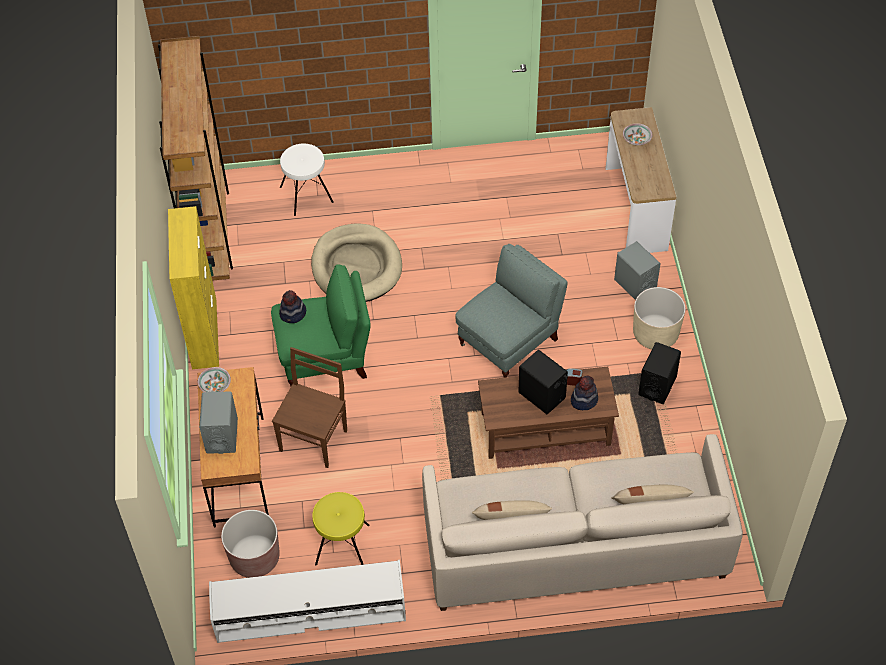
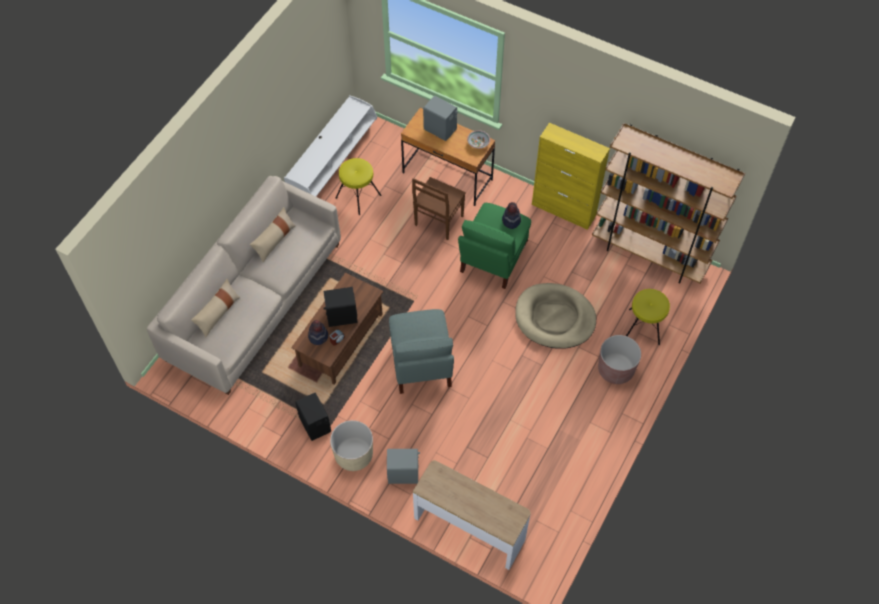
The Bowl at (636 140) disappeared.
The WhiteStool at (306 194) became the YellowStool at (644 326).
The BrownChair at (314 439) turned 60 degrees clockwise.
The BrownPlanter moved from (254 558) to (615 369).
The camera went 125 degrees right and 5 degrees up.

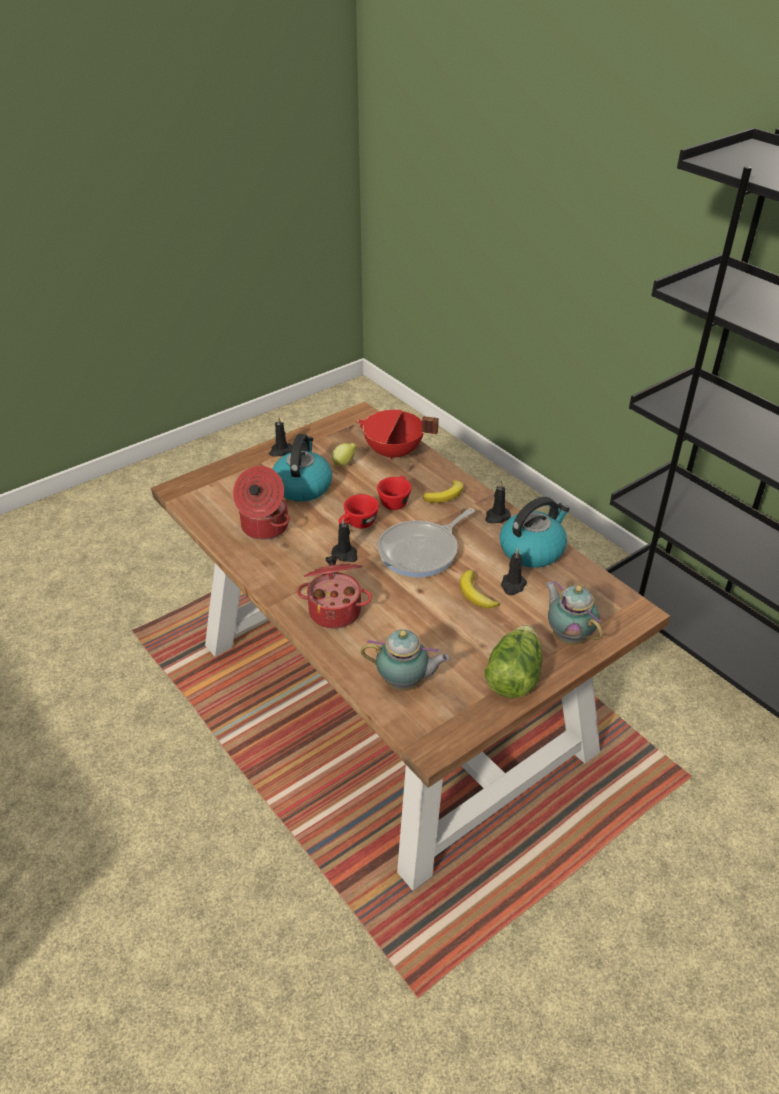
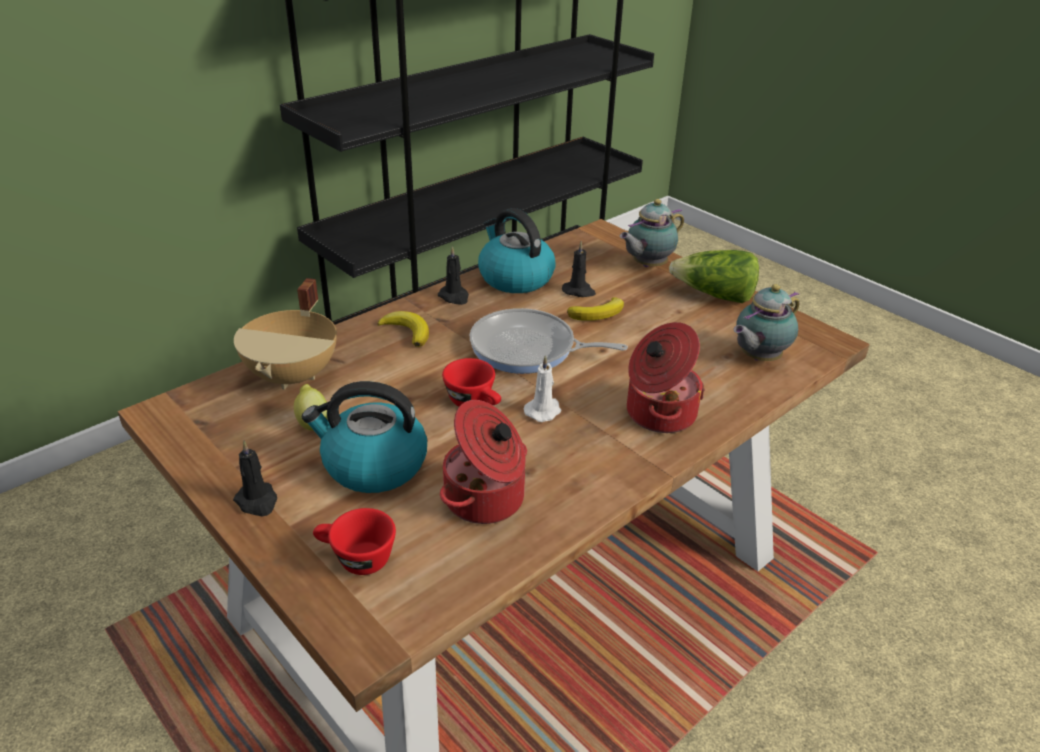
The RedCookingPot at (393 453) became the BeigeCookingPot at (294 376).
The RedCup moved from (395 501) to (355 559).
The FryingPan at (422 551) turned 150 degrees clockwise.
The BlackCandle at (345 554) became the WhiteCandle at (543 410).
The Teapot at (405 684) turned 135 degrees counterclockwise.
The camera went 95 degrees left and 5 degrees down.

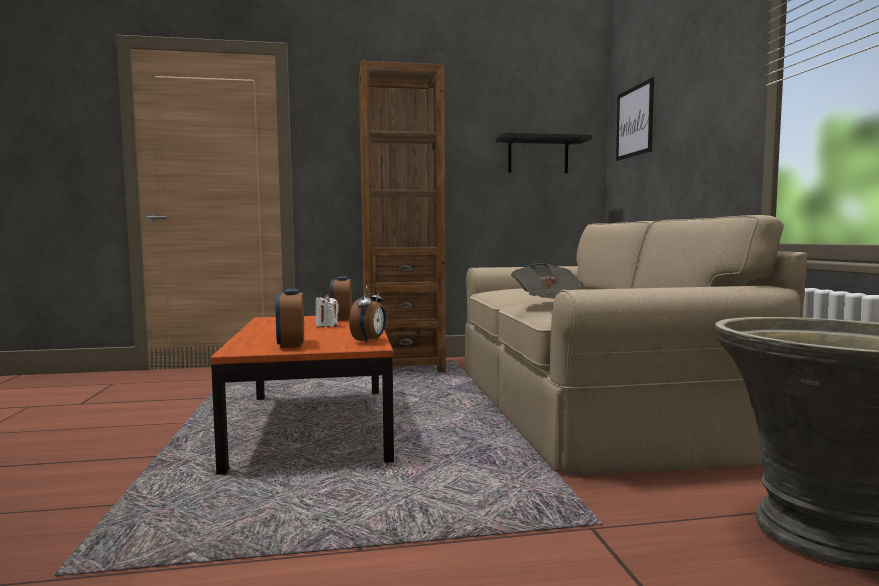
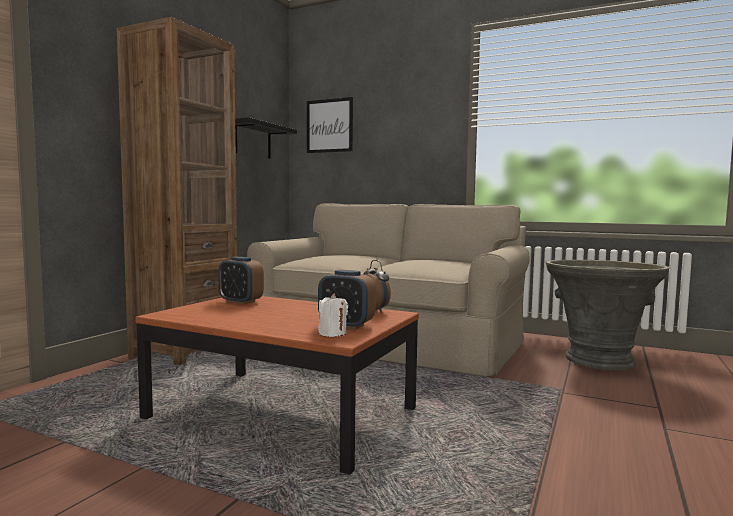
The Newspaper at (548 303) disappeared.
The WhiteCandle moved from (327 325) to (332 334).
The camera went 55 degrees left and 0 degrees up.

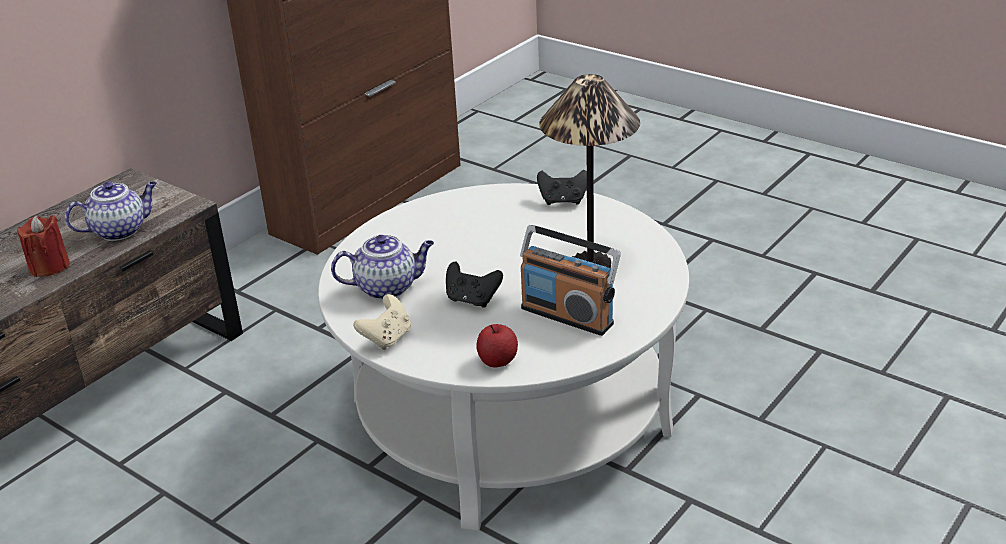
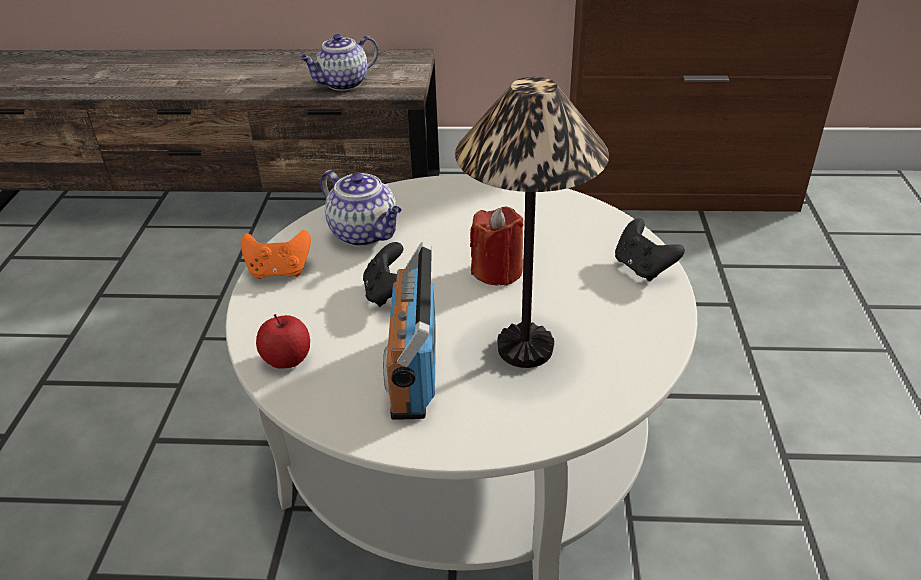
The Teapot at (120 230) turned 120 degrees clockwise.
The RedCandle moved from (49 267) to (497 271).
The BeigeGameController at (387 338) became the OrangeGameController at (279 272).
The camera went 55 degrees right and 5 degrees up.

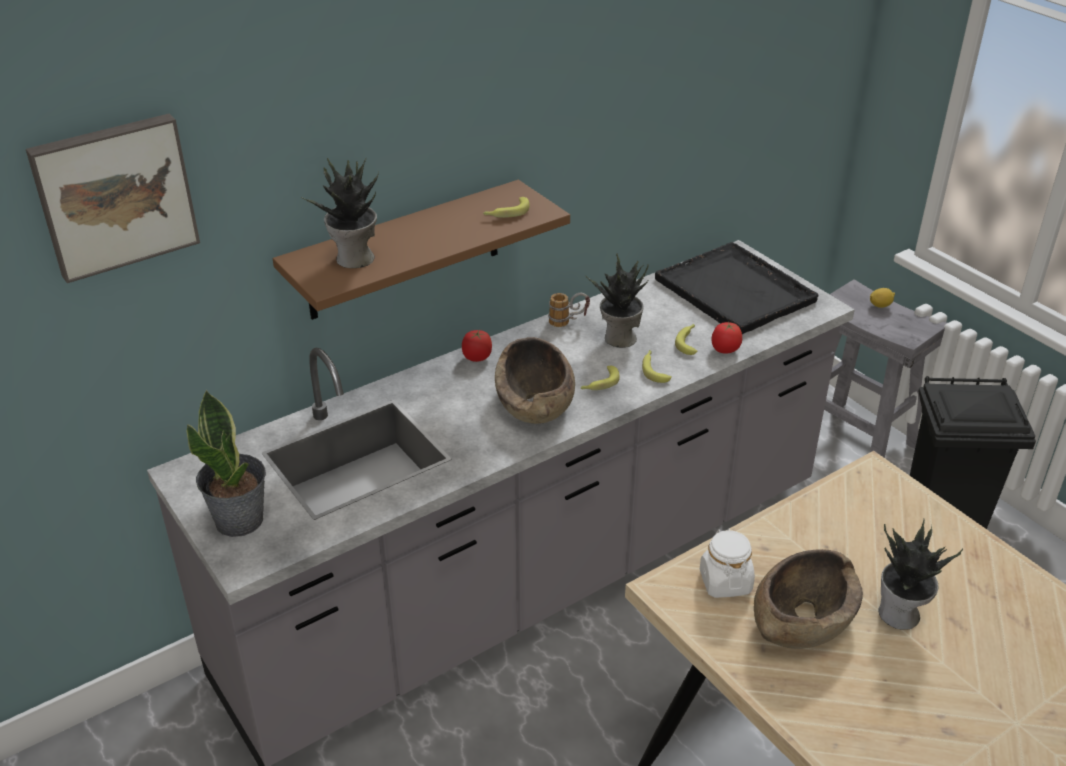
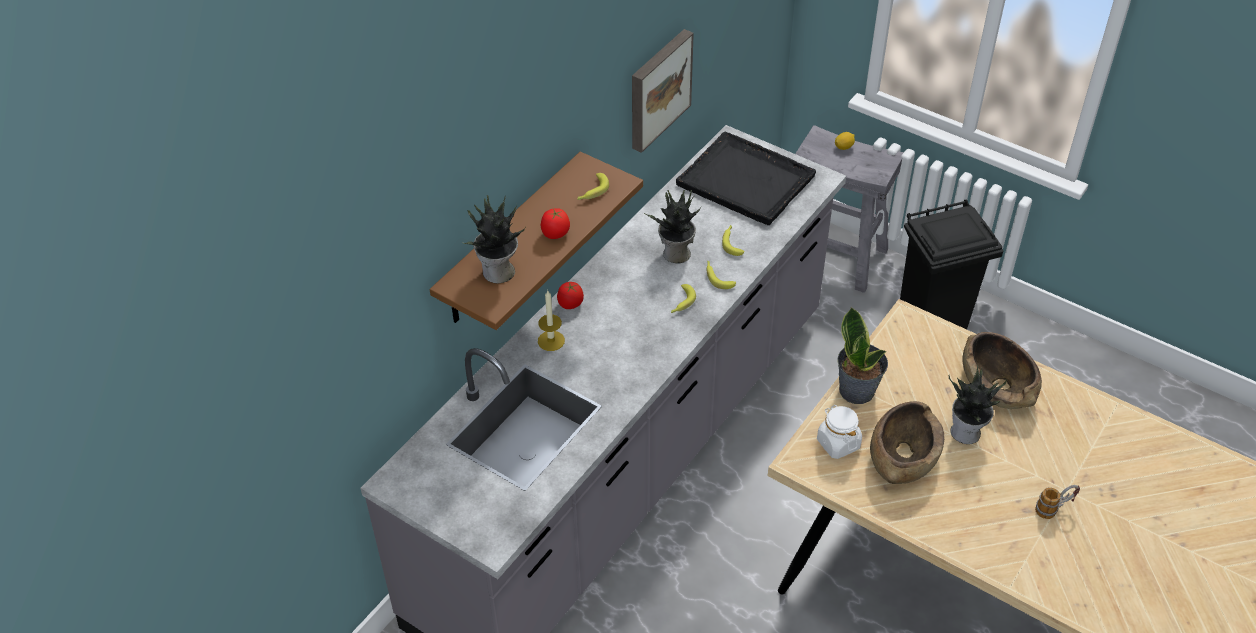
The Picture moved from (115 195) to (657 89).
The Mug moved from (568 322) to (1054 509).
The Tomato moved from (725 349) to (555 234).
The BrownBowl moved from (535 403) to (997 385).
The PottedPlant moved from (240 520) to (857 390).
The Candle at (551 341) appeared.
The camera went 20 degrees left and 10 degrees up.

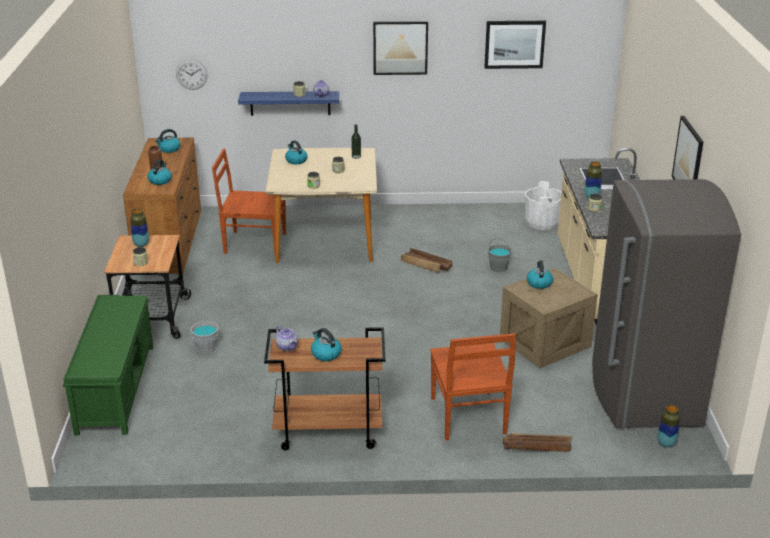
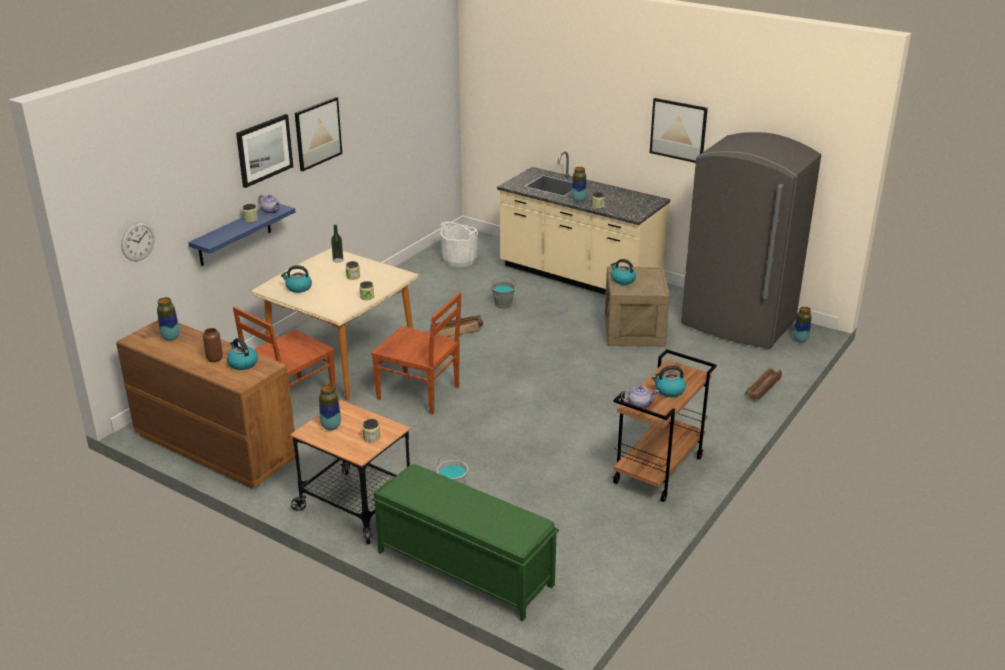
The Picture moved from (514 44) to (264 150).
The Kettle at (169 149) was replaced by the Vase at (170 338).
The BrownChair moved from (468 417) to (420 393).
The camera went 55 degrees left and 0 degrees up.

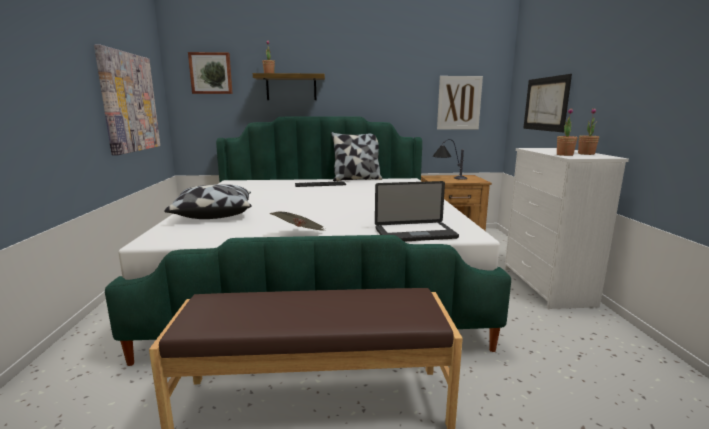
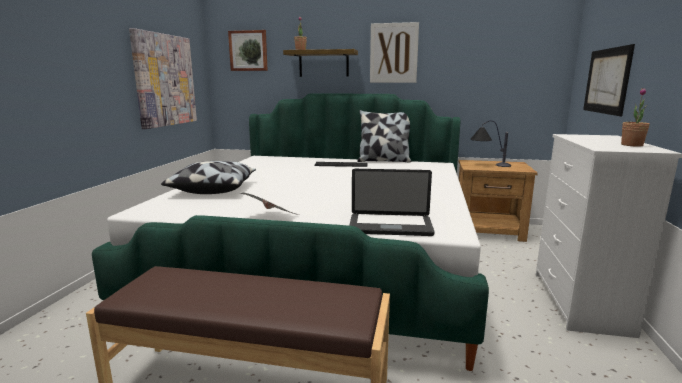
The Picture moved from (459 103) to (393 53).
The PottedPlant at (564 155) disappeared.
The camera went 15 degrees right and 0 degrees up.

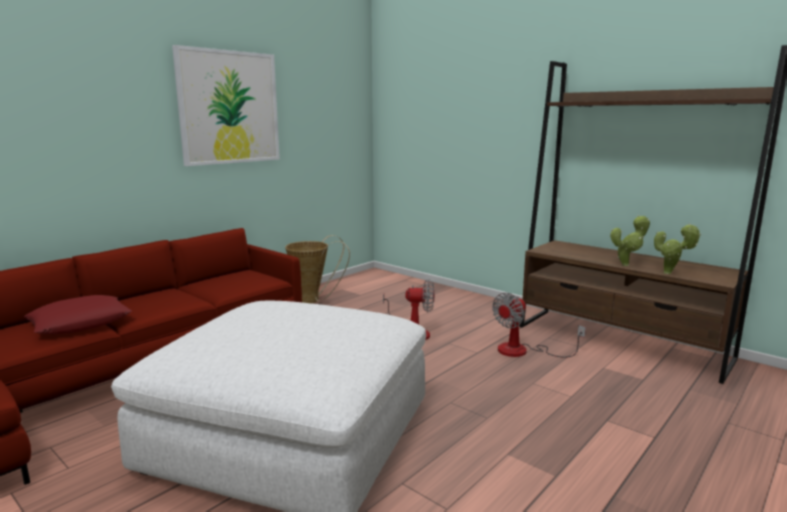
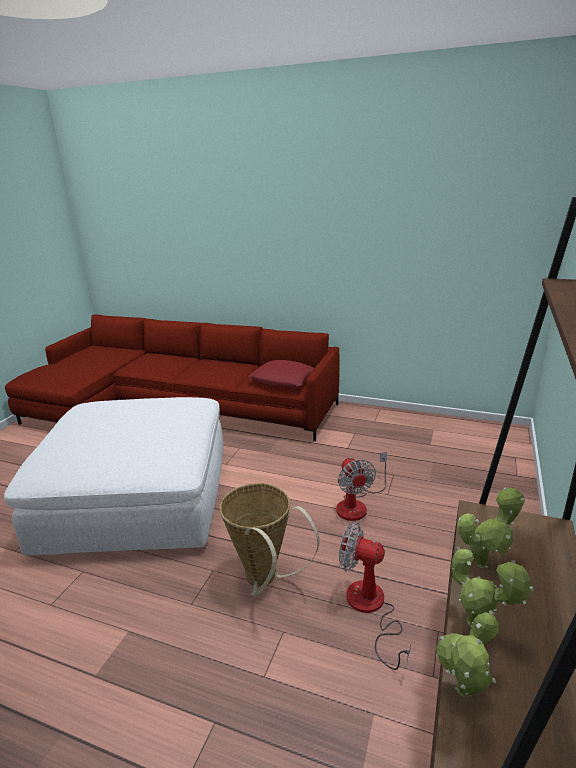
The Picture at (229 107) disappeared.
The Basket moved from (314 300) to (265 581).
The RedPillow moved from (80 323) to (284 379).
The PottedPlant at (484 562) appeared.
The camera went 70 degrees right and 10 degrees up.

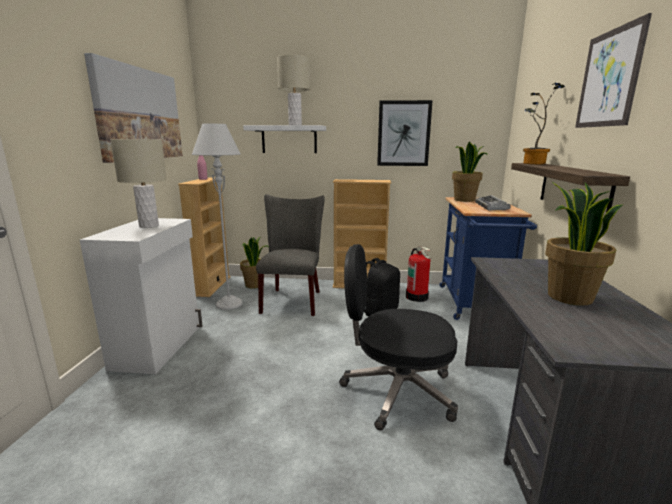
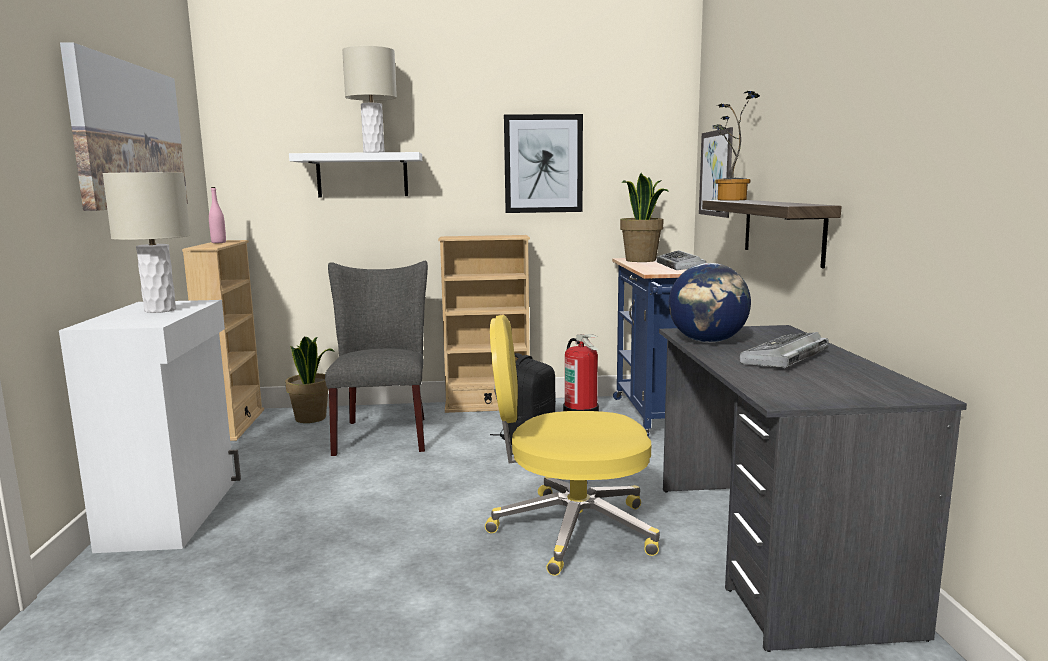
The Picture moved from (609 79) to (715 173).
The GreyFloorLamp at (229 304) disappeared.
The PottedPlant at (568 297) was replaced by the Keyboard at (784 358).
The BlackOfficeChair at (396 391) became the YellowOfficeChair at (570 530).
The Globe at (708 341) appeared.
The camera went 10 degrees left and 5 degrees down.

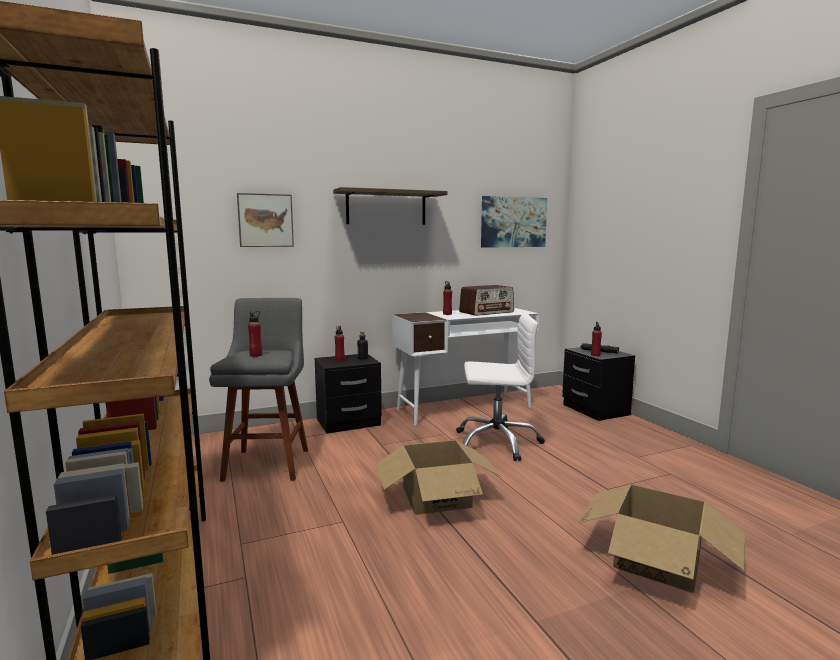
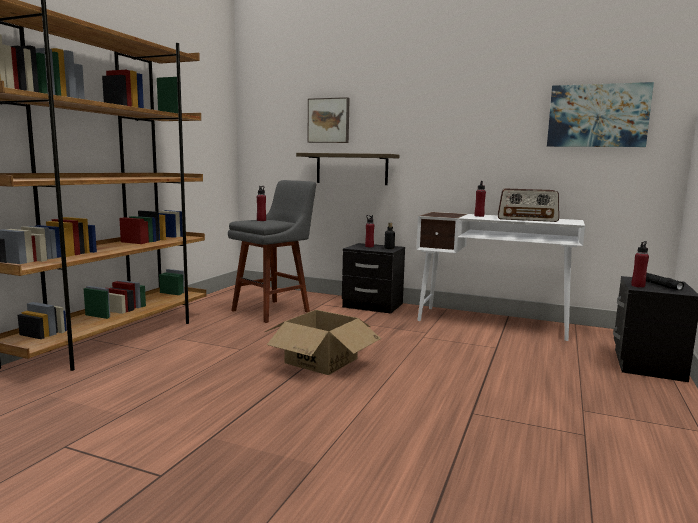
The Shelf moved from (386 208) to (351 169).
The WhiteOfficeChair at (497 442) disappeared.
The CardboardBox at (657 560) disappeared.
The camera went 45 degrees right and 0 degrees up.

